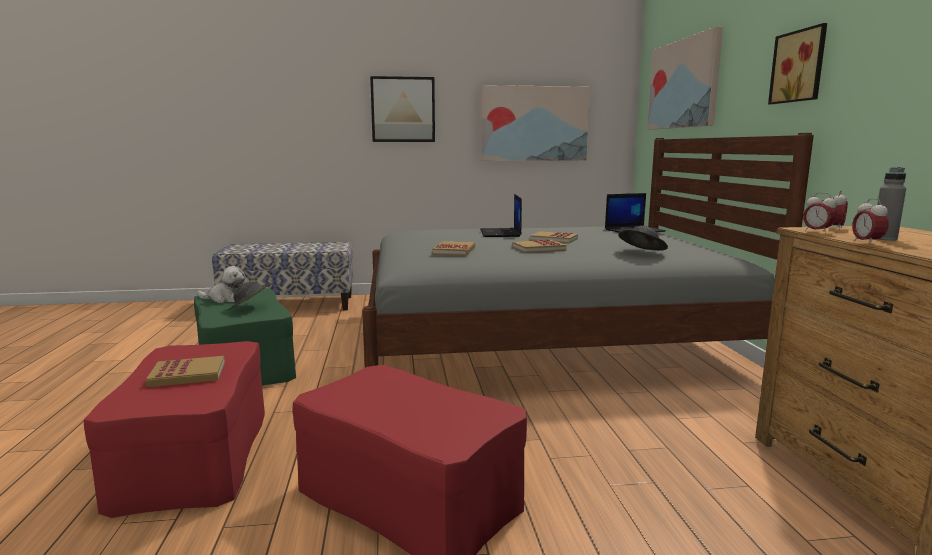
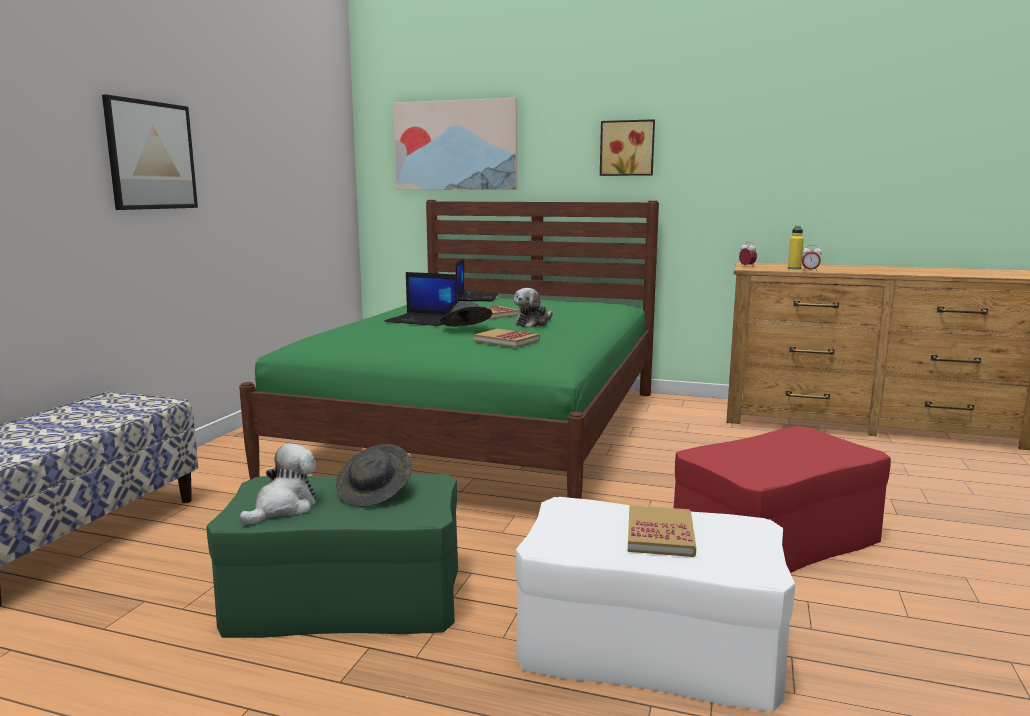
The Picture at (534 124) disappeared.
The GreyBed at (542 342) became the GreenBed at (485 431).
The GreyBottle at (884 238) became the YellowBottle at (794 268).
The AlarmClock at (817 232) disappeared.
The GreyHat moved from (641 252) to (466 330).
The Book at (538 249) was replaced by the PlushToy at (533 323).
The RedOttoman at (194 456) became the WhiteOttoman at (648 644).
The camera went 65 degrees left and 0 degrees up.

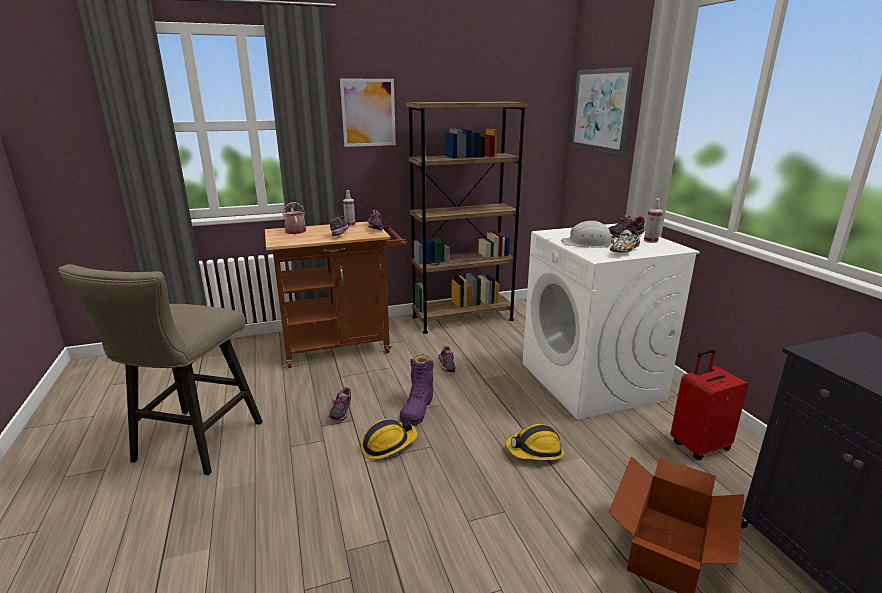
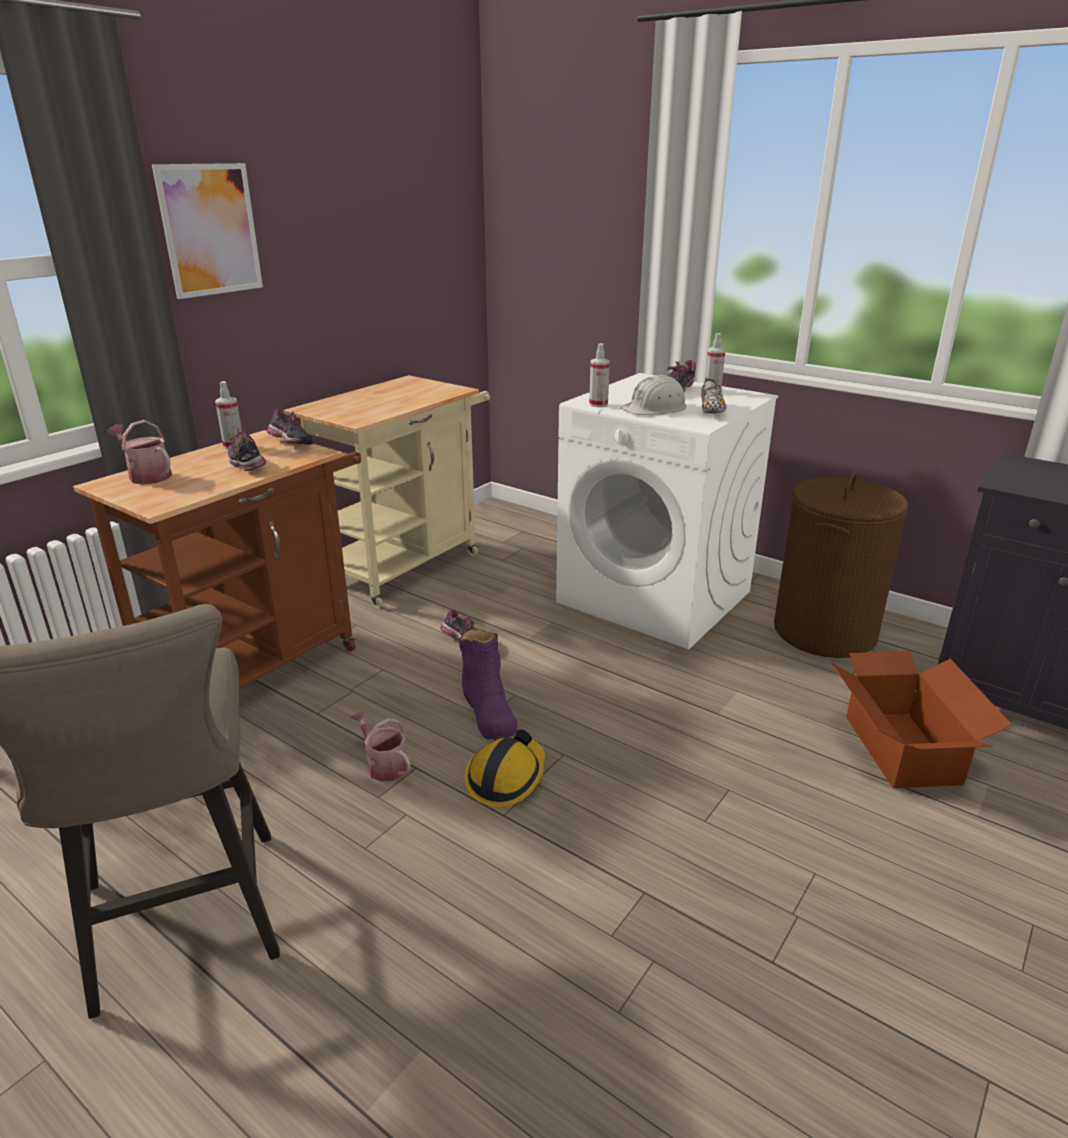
The Picture at (601 110) disappeared.
The BrownBookcase at (462 318) was replaced by the BeigeCart at (406 564).
The RedSuitcase at (698 446) was replaced by the BrownLaundryBasket at (824 631).
The Shoe at (340 412) was replaced by the WateringCan at (383 764).
The HardHat at (535 451) disappeared.
The SprayBottle at (598 404) appeared.
The camera went 35 degrees left and 5 degrees up.

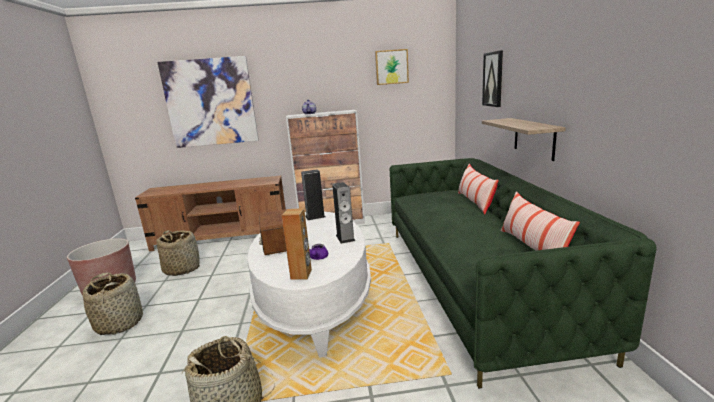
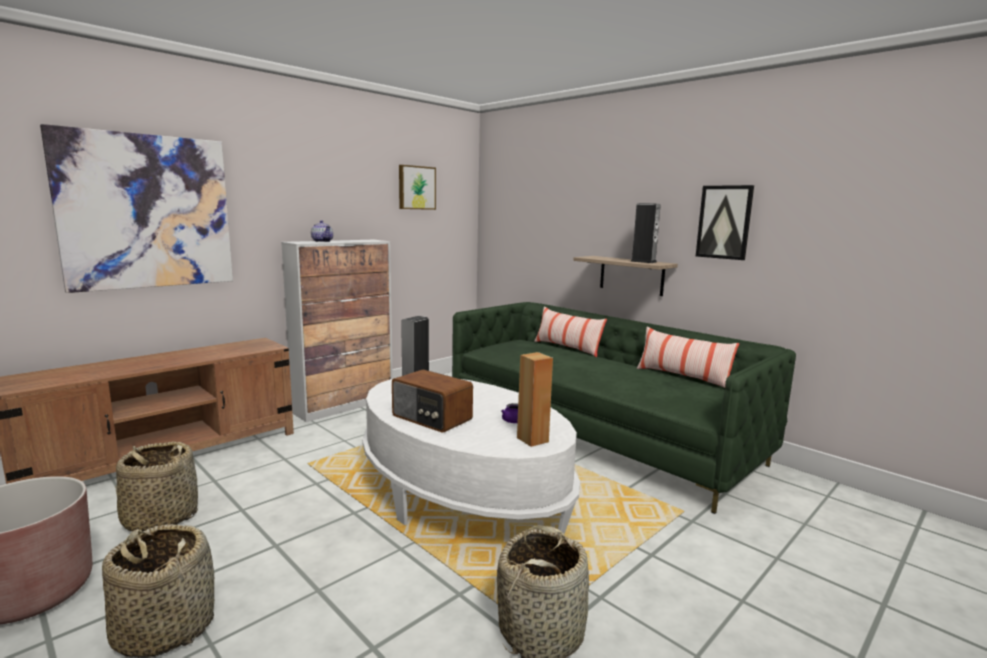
The Picture moved from (493 79) to (724 222).
The Speaker moved from (345 238) to (643 261).
The camera went 40 degrees left and 5 degrees down.

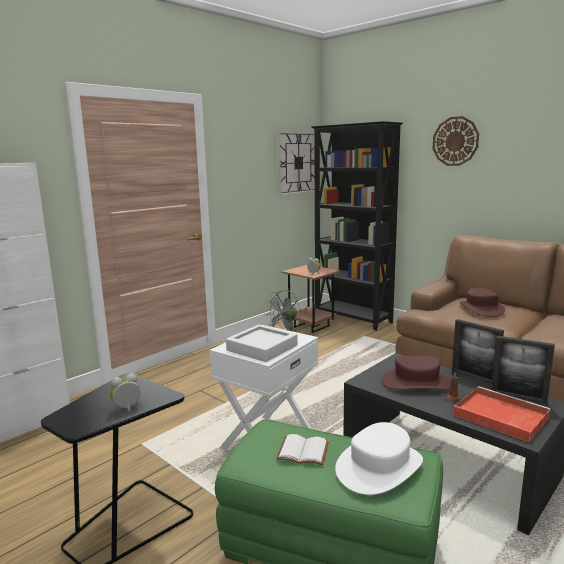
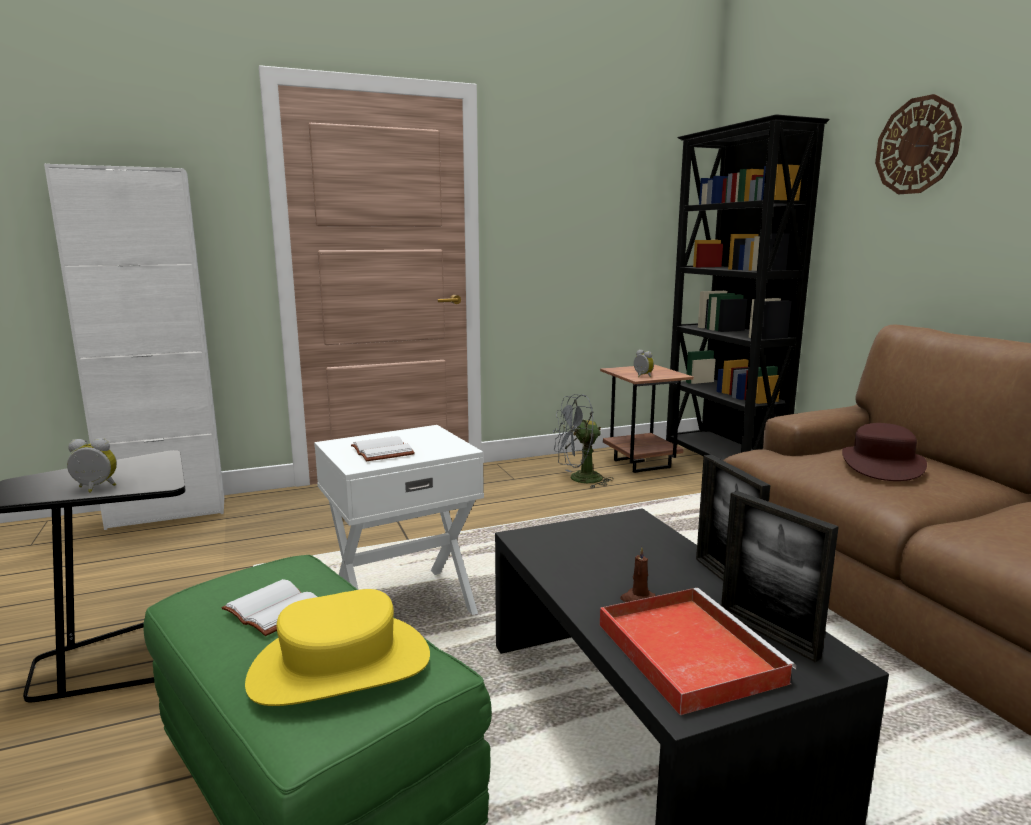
The WallClock at (297 163) disappeared.
The GreyTray at (262 348) was replaced by the WhiteBook at (380 451).
The BrownHat at (416 382) disappeared.
The WhiteHat at (379 467) became the YellowHat at (340 666).
The camera went 25 degrees right and 0 degrees up.

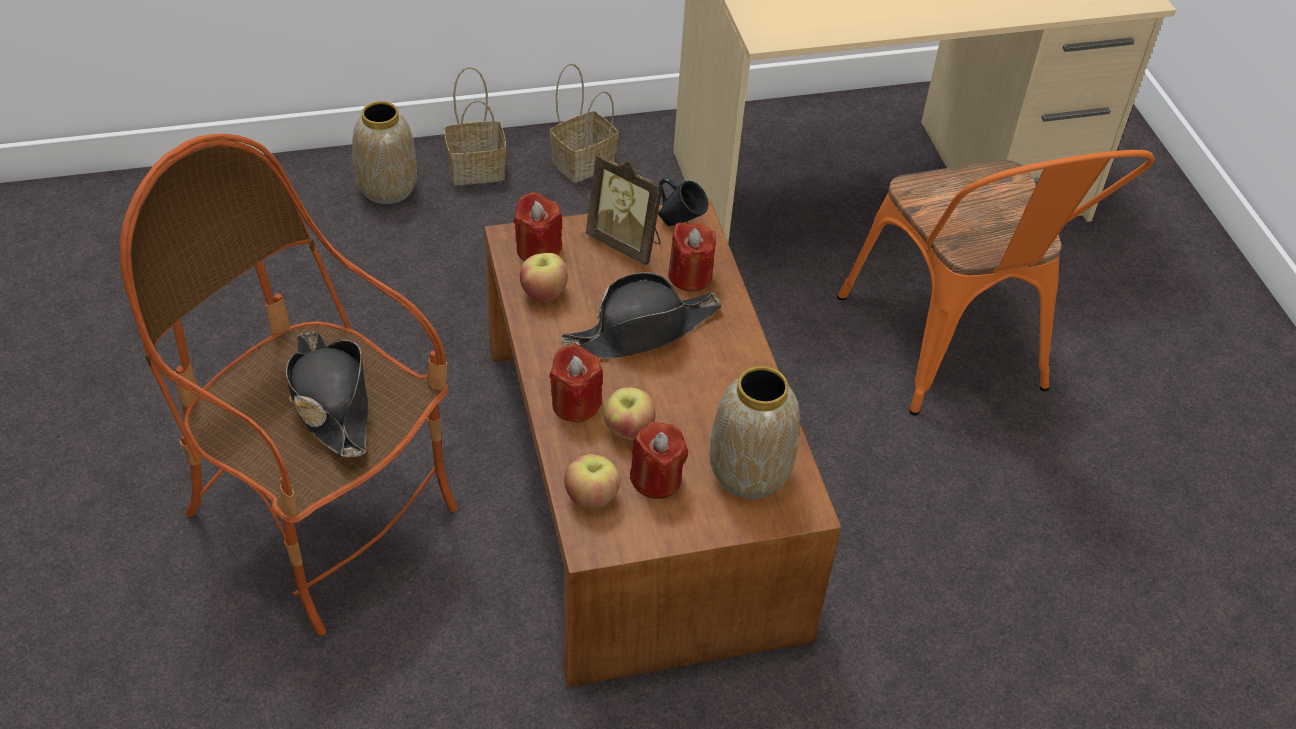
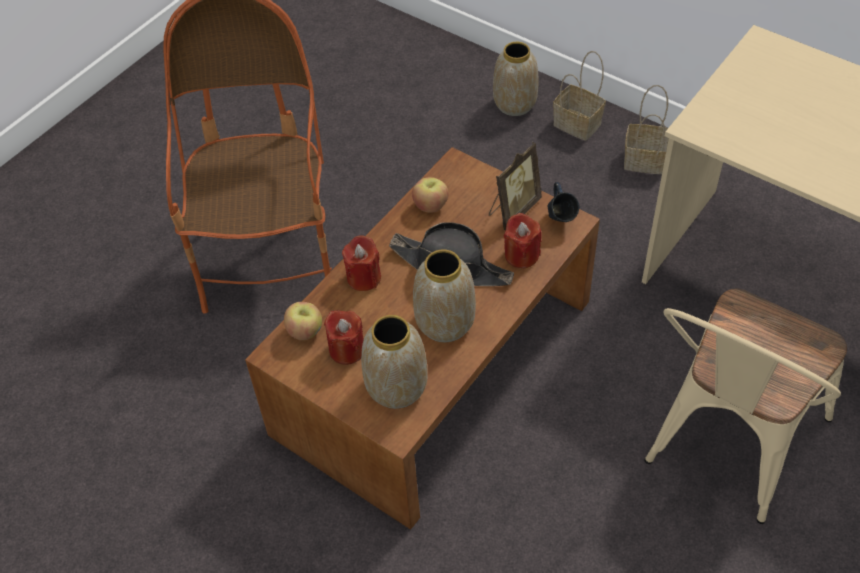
The OrangeChair at (953 353) became the BeigeChair at (726 448).
The PictureFrame at (626 243) turned 135 degrees counterclockwise.
The RedCandle at (538 250) disappeared.
The BlackHat at (330 401) disappeared.
The Apple at (628 430) disappeared.
The Vase at (445 324) appeared.
The camera went 55 degrees right and 5 degrees up.

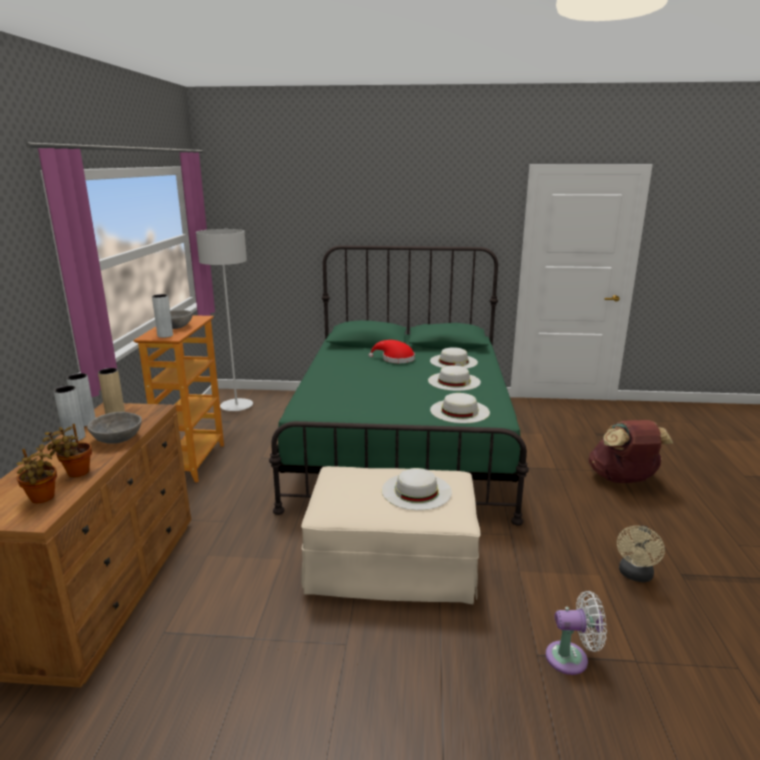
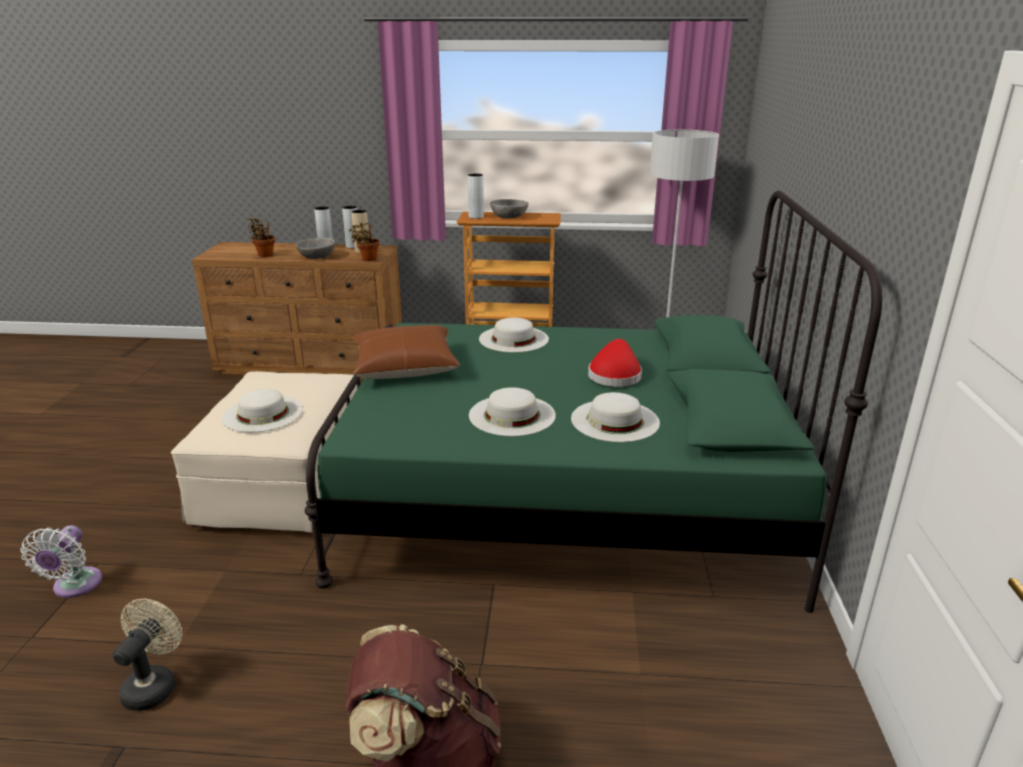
The WhiteHat moved from (459 411) to (513 339).
The PottedPlant moved from (42 499) to (367 259).
The BeigeFan at (635 575) turned 75 degrees clockwise.
The BrownPillow at (405 366) appeared.
The camera went 90 degrees right and 5 degrees up.

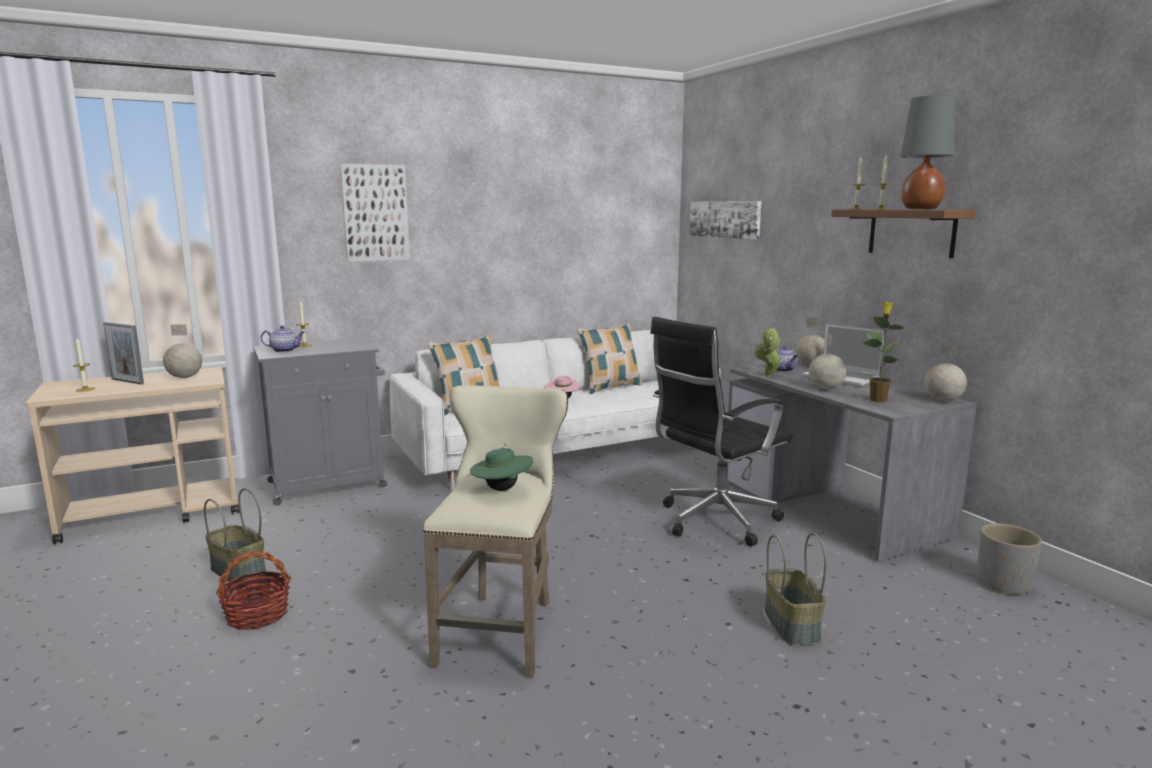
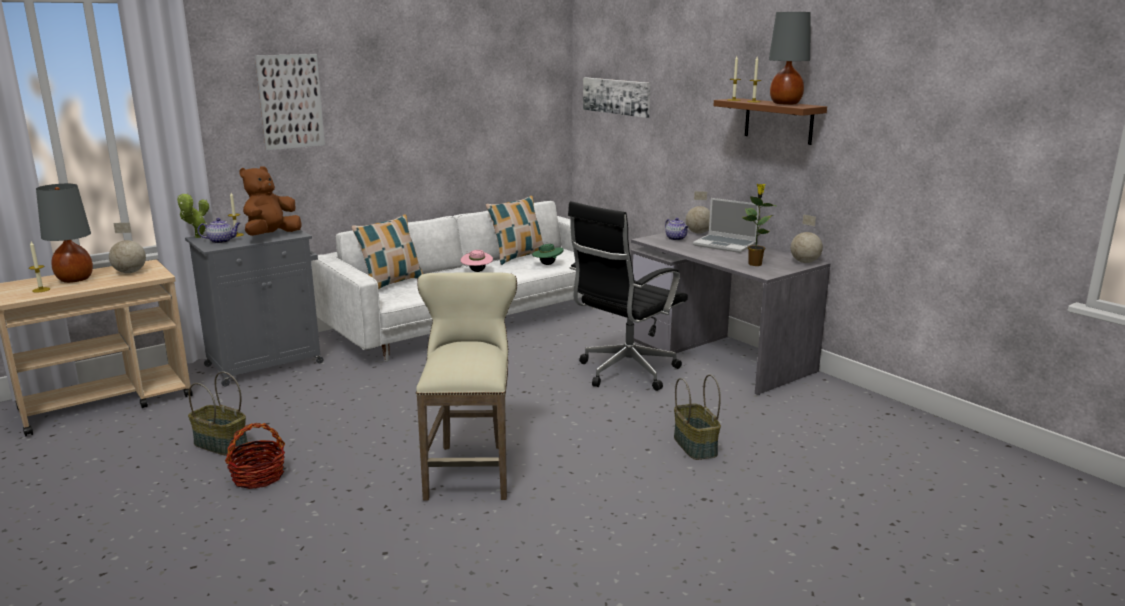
The PictureFrame at (127 381) was replaced by the GreyTableLamp at (75 279).
The PottedPlant moved from (767 377) to (197 237).
The Globe at (825 389) disappeared.
The GreenHat moved from (502 489) to (547 264).
The GreyPlanter at (1002 583) disappeared.
The BrownPlushToy at (271 236) appeared.
The camera went 10 degrees left and 5 degrees up.

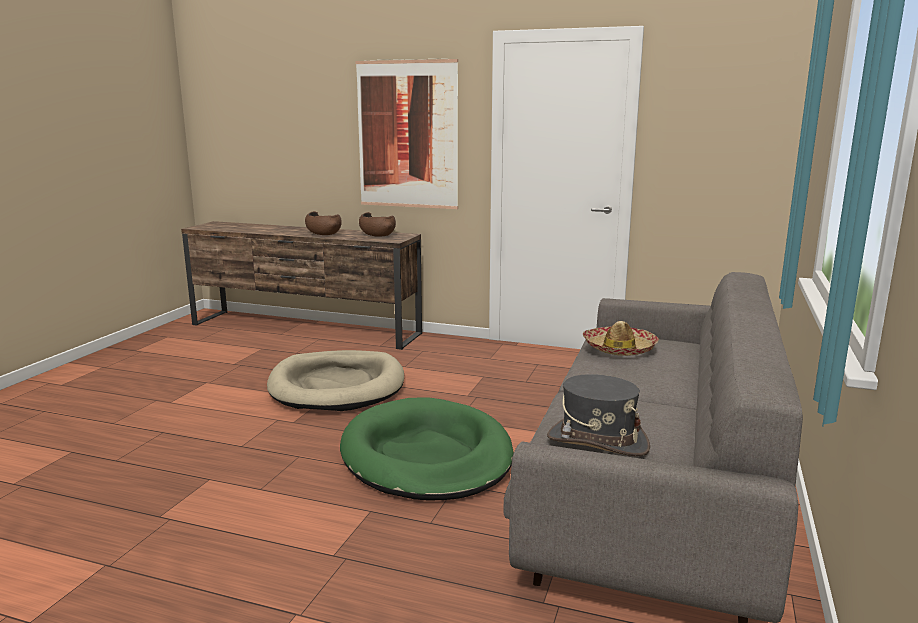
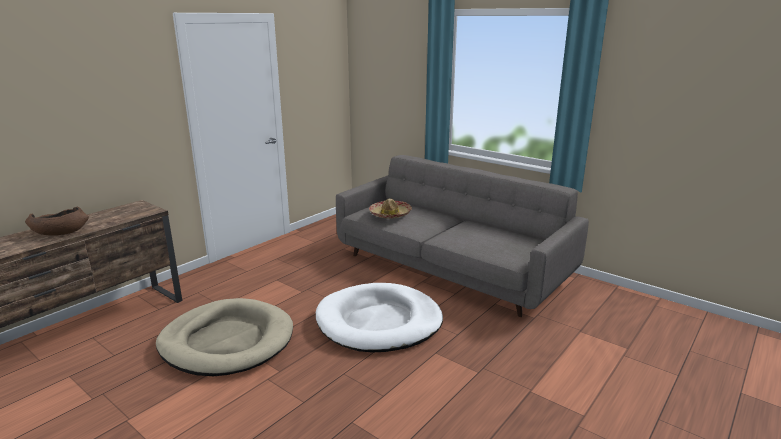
The Picture at (407 134) disappeared.
The BrownBowl at (377 234) disappeared.
The GreyHat at (597 442) disappeared.
The GreenDogBed at (427 456) became the WhiteDogBed at (379 322).
The camera went 70 degrees left and 5 degrees up.

